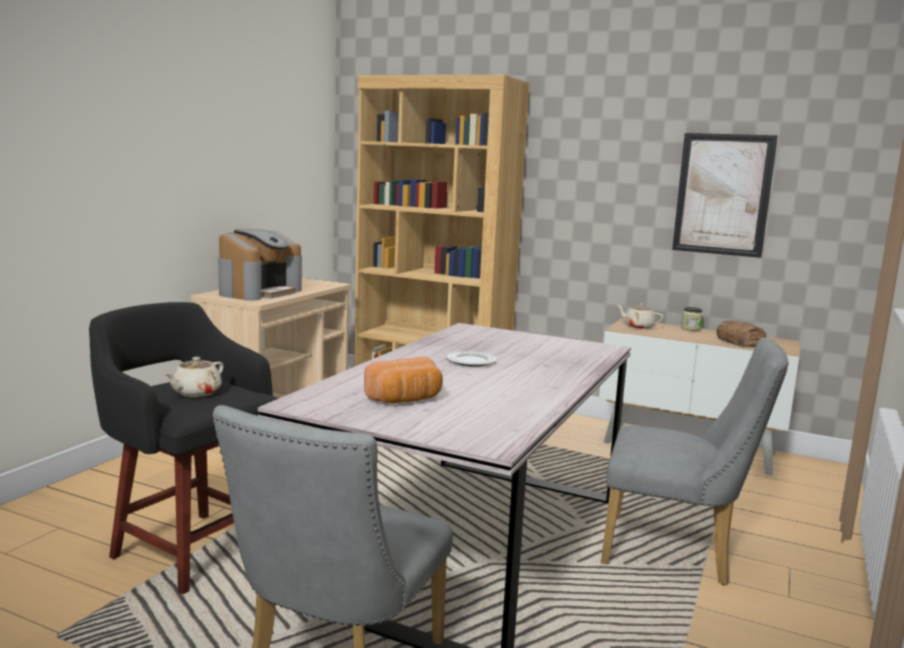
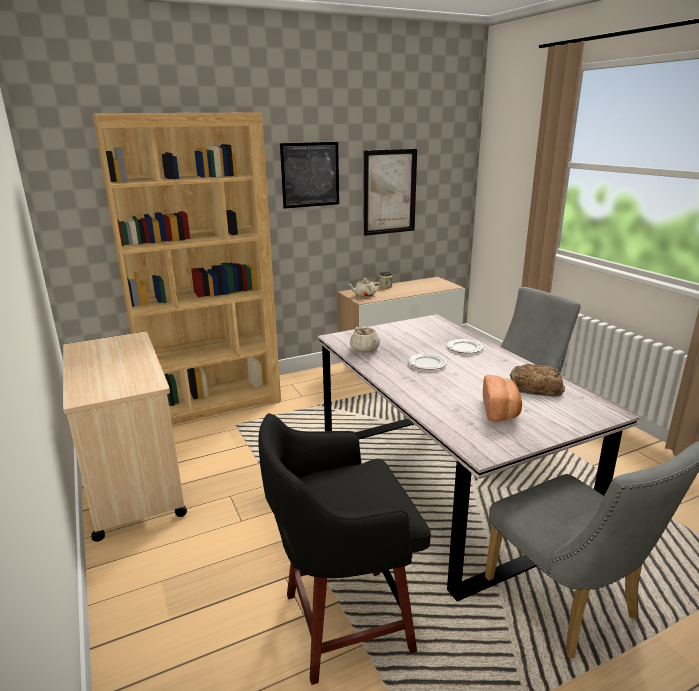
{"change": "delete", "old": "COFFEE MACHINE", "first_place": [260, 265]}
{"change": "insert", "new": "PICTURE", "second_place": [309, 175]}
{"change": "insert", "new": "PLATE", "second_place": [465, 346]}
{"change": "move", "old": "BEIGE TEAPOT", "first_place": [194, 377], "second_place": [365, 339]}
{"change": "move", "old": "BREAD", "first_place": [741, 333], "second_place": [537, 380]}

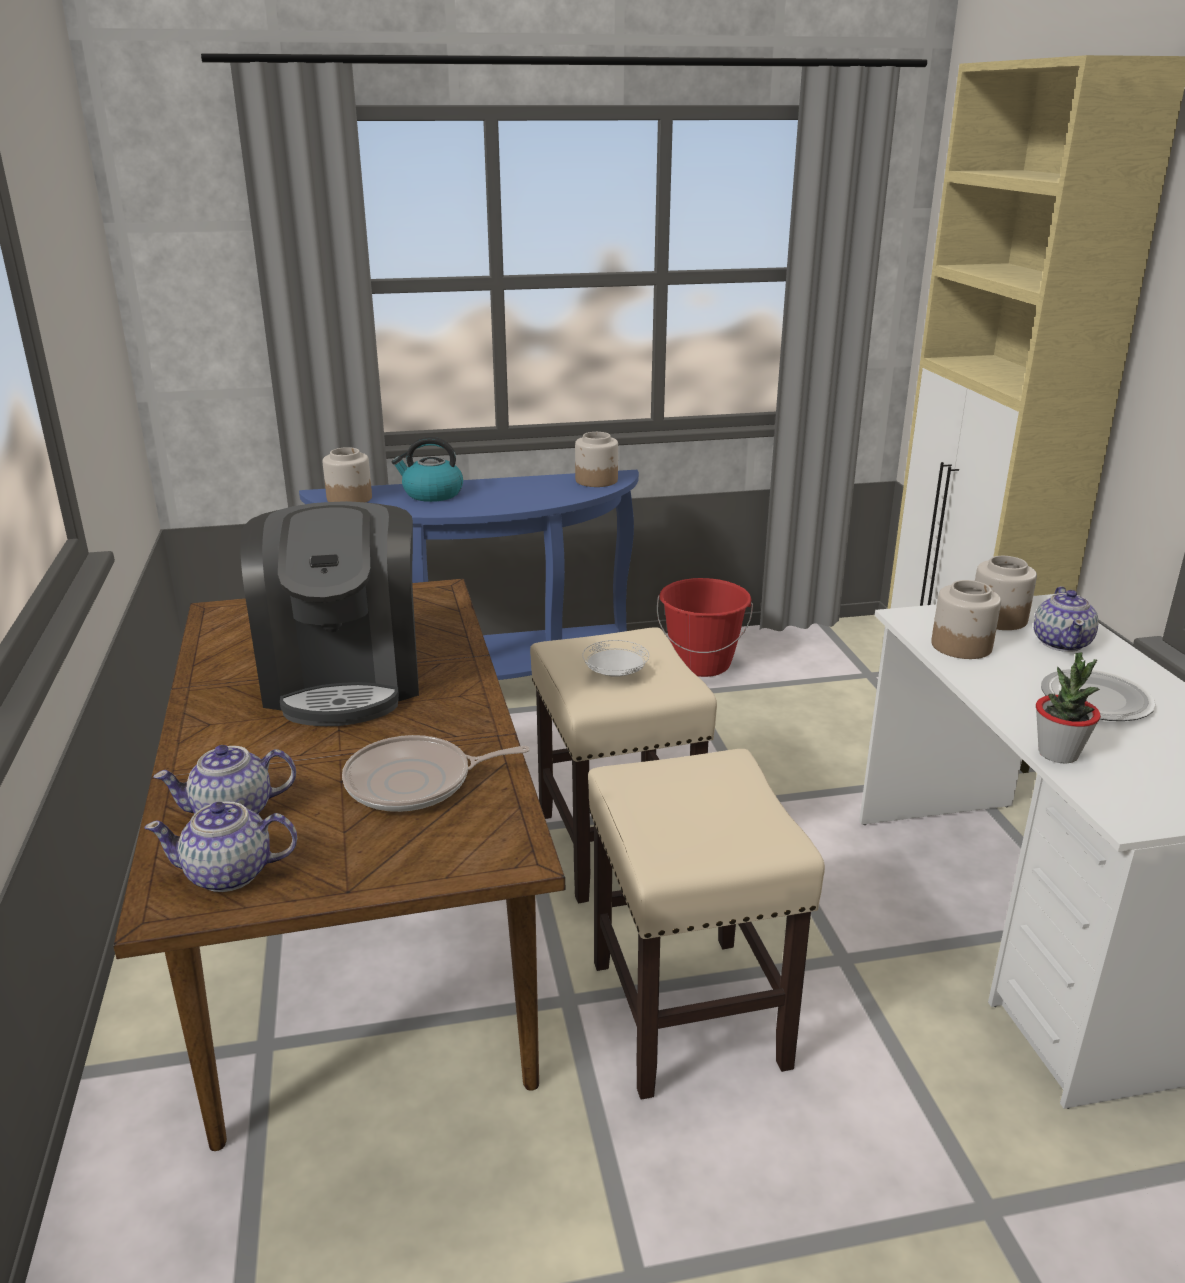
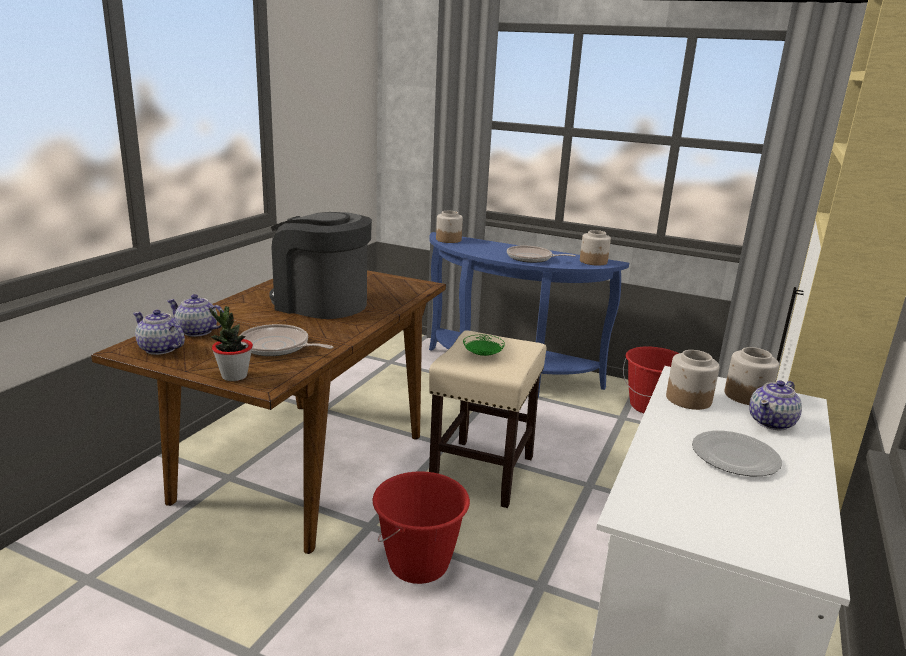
{"change": "delete", "old": "KETTLE", "first_place": [427, 469]}
{"change": "insert", "new": "FRYING PAN", "second_place": [541, 254]}
{"change": "move", "old": "POTTED PLANT", "first_place": [1068, 708], "second_place": [231, 343]}
{"change": "replace", "old": "BEIGE STOOL", "new": "RED BUCKET", "first_place": [706, 924], "second_place": [421, 527]}
{"change": "recolor", "old": "WHITE PLATE", "new": "GREEN PLATE", "first_place": [615, 658], "second_place": [484, 345]}
{"change": "rotate", "old": "COFFEE MACHINE", "first_place": [329, 613], "second_place": [320, 265], "degrees": 90}

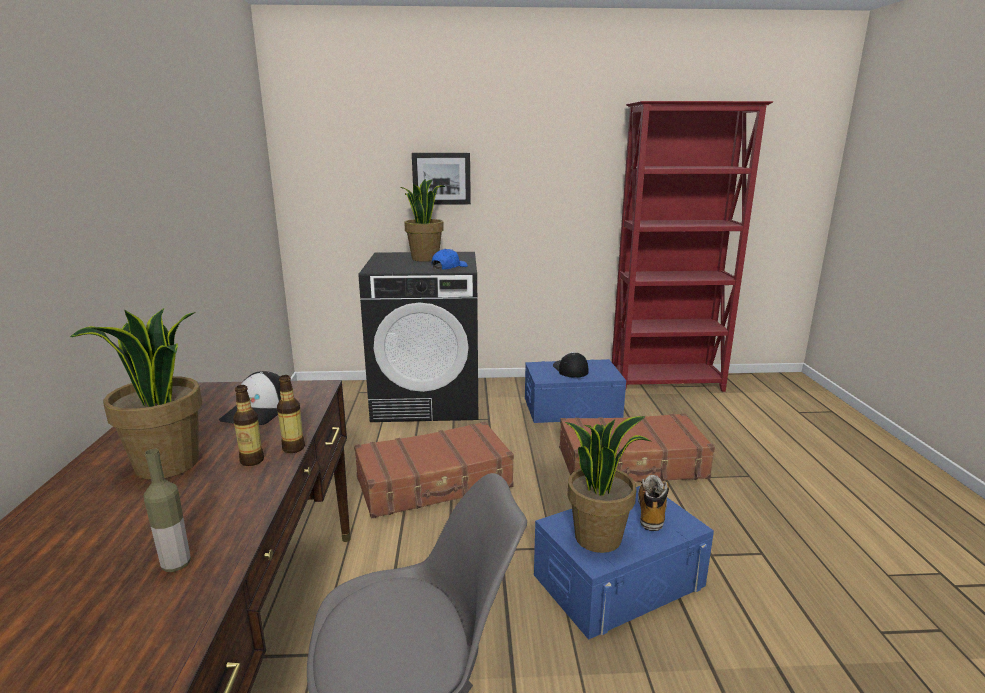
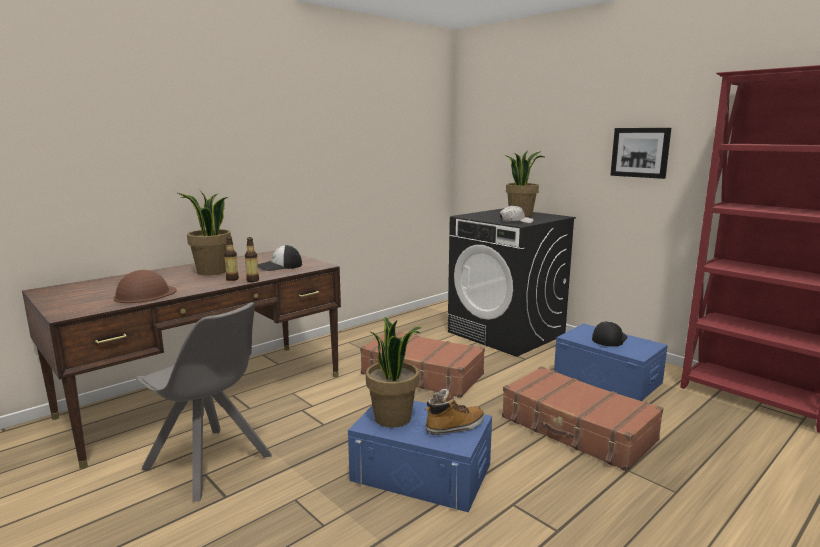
{"change": "move", "old": "PICTURE", "first_place": [441, 179], "second_place": [640, 153]}
{"change": "replace", "old": "BOTTLE", "new": "BROWN HARD HAT", "first_place": [167, 510], "second_place": [145, 286]}
{"change": "recolor", "old": "BLUE CAP", "new": "WHITE CAP", "first_place": [450, 259], "second_place": [516, 214]}

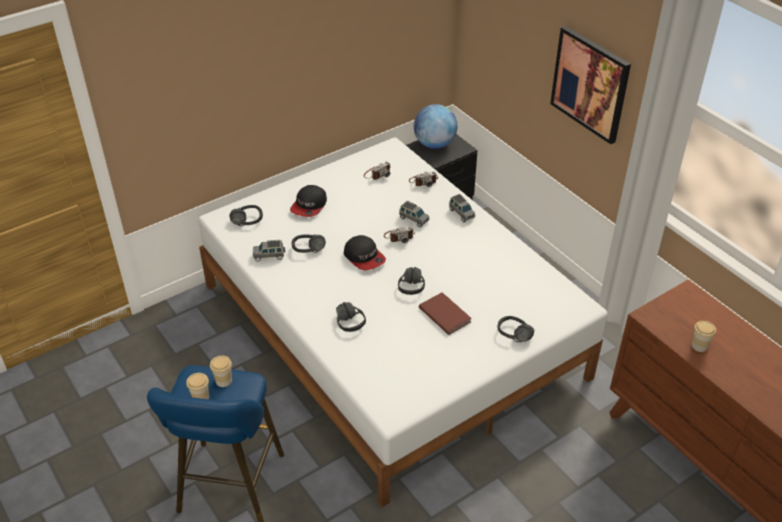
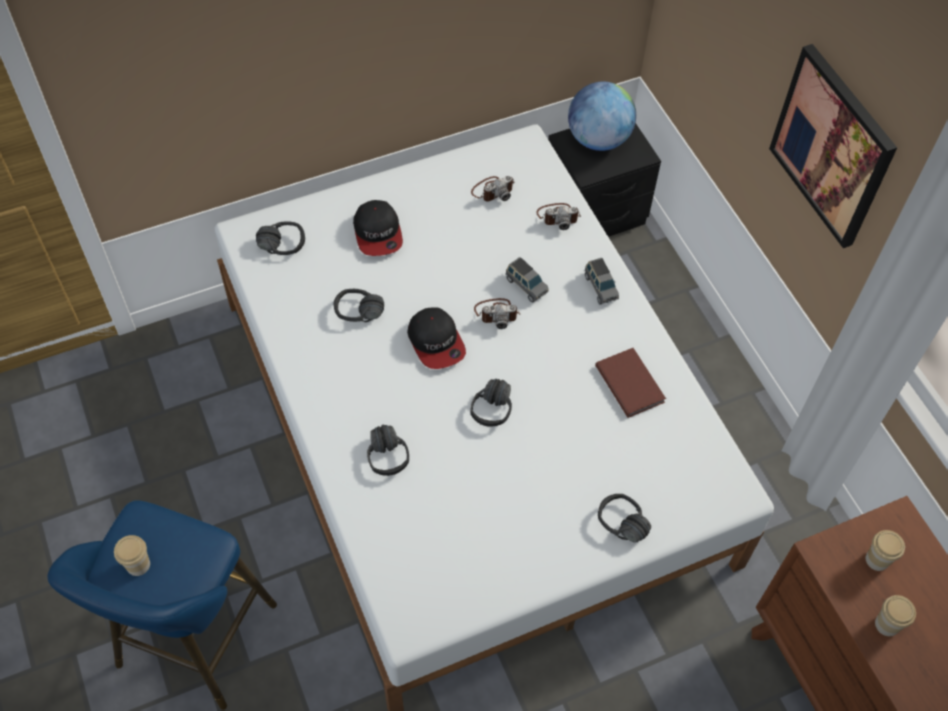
{"change": "delete", "old": "GREY TOY CAR", "first_place": [269, 251]}
{"change": "move", "old": "CUP", "first_place": [221, 371], "second_place": [885, 550]}
{"change": "move", "old": "BROWN BOOK", "first_place": [445, 313], "second_place": [630, 383]}
{"change": "rotate", "old": "CAP", "first_place": [308, 201], "second_place": [378, 228], "degrees": -45}

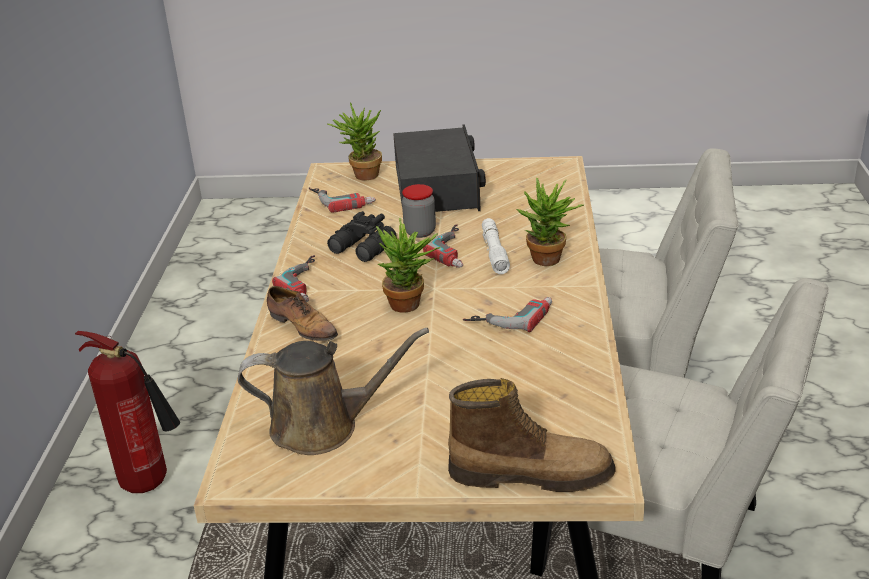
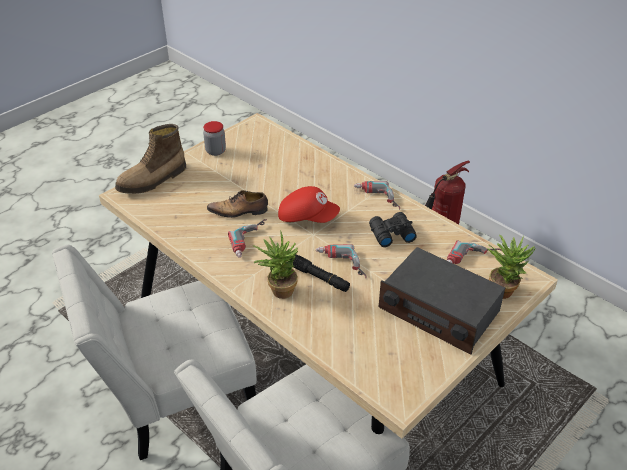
{"change": "delete", "old": "BROWN WATERING CAN", "first_place": [333, 391]}
{"change": "move", "old": "SHOE", "first_place": [302, 313], "second_place": [237, 204]}
{"change": "move", "old": "JAR", "first_place": [419, 211], "second_place": [214, 138]}
{"change": "replace", "old": "POTTED PLANT", "new": "RED CAP", "first_place": [408, 265], "second_place": [309, 204]}
{"change": "recolor", "old": "WHITE FLASHLIGHT", "new": "BLACK FLASHLIGHT", "first_place": [496, 246], "second_place": [319, 273]}

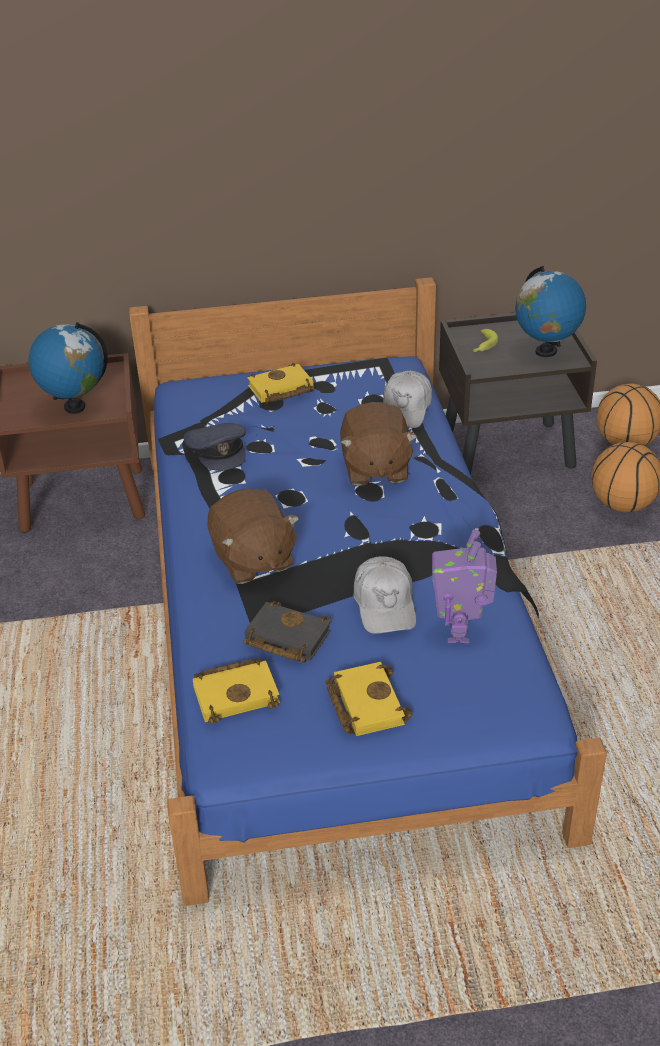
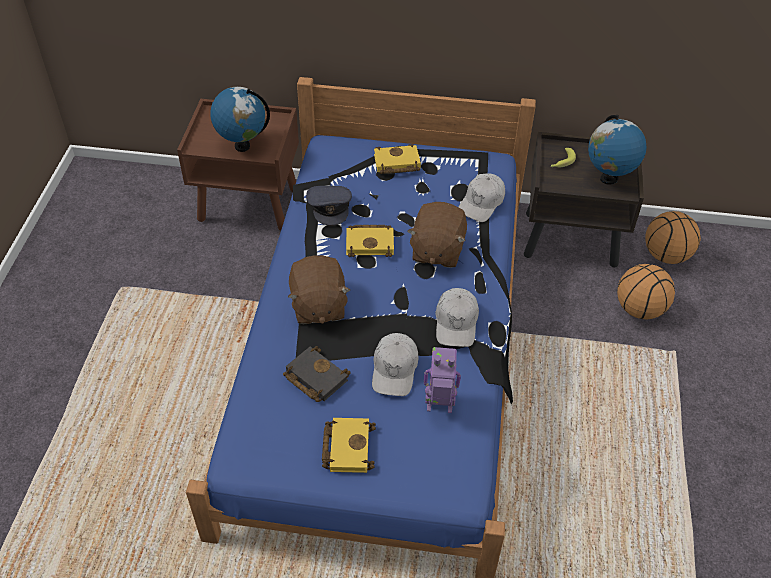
{"change": "insert", "new": "WHITE CAP", "second_place": [457, 317]}
{"change": "move", "old": "YELLOW BOOK", "first_place": [236, 691], "second_place": [370, 241]}
{"change": "rotate", "old": "TOY ROBOT", "first_place": [464, 586], "second_place": [442, 380], "degrees": 75}

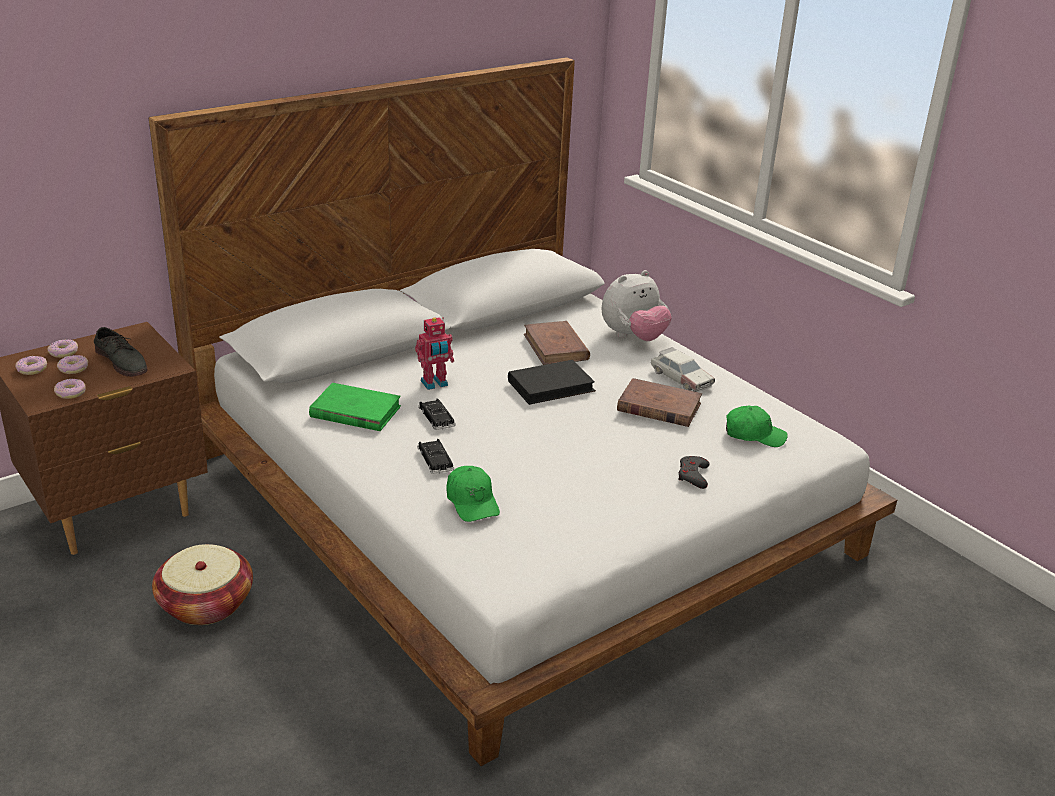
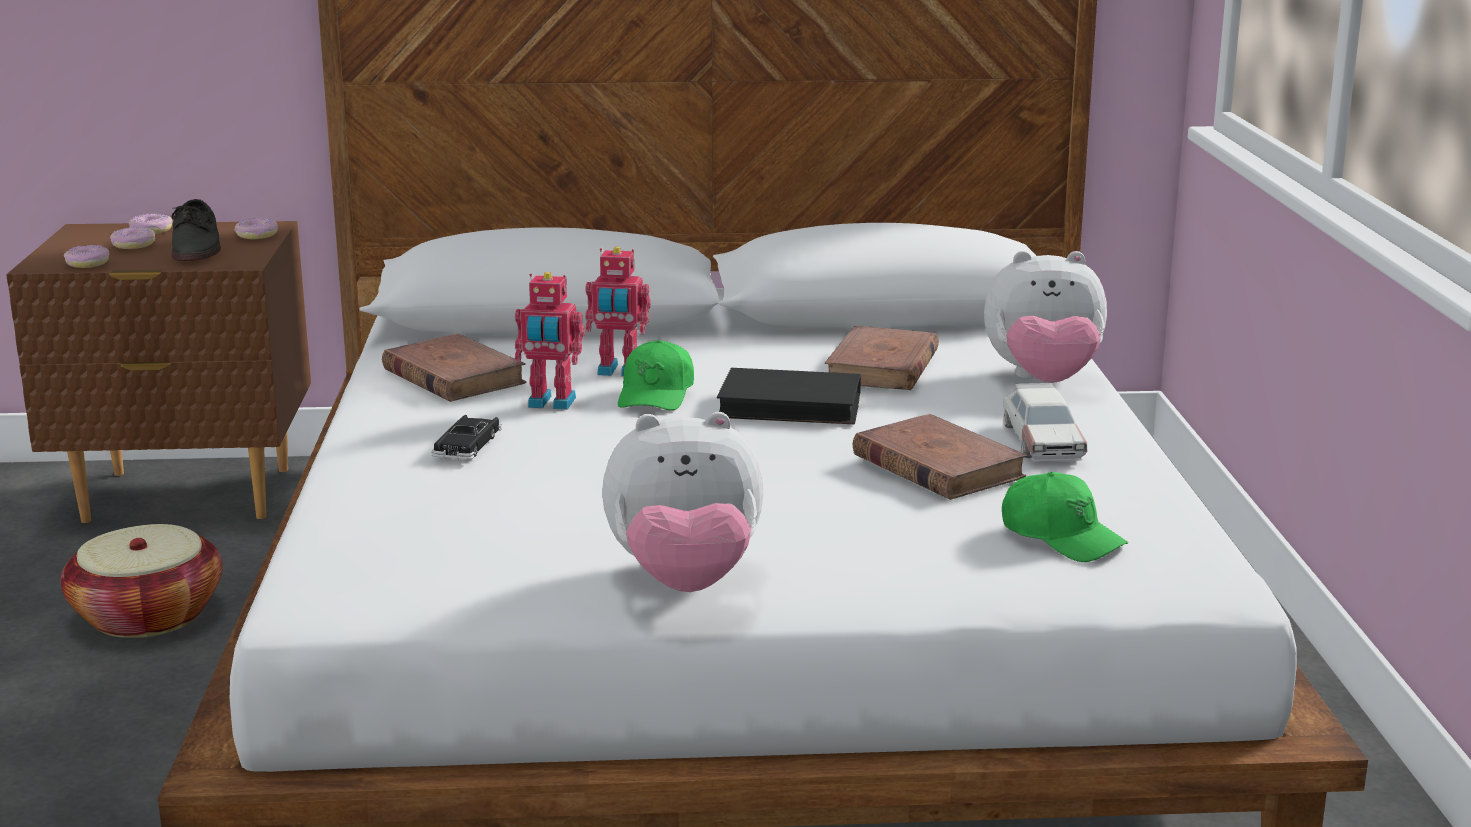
{"change": "delete", "old": "GREY GAME CONTROLLER", "first_place": [694, 472]}
{"change": "insert", "new": "PLUSH TOY", "second_place": [683, 502]}
{"change": "move", "old": "DONUT", "first_place": [31, 365], "second_place": [256, 228]}
{"change": "move", "old": "GREEN CAP", "first_place": [473, 494], "second_place": [656, 375]}
{"change": "replace", "old": "BLACK TOY CAR", "new": "TOY ROBOT", "first_place": [437, 414], "second_place": [550, 341]}
{"change": "recolor", "old": "GREEN BOOK", "new": "BROWN BOOK", "first_place": [355, 407], "second_place": [454, 368]}

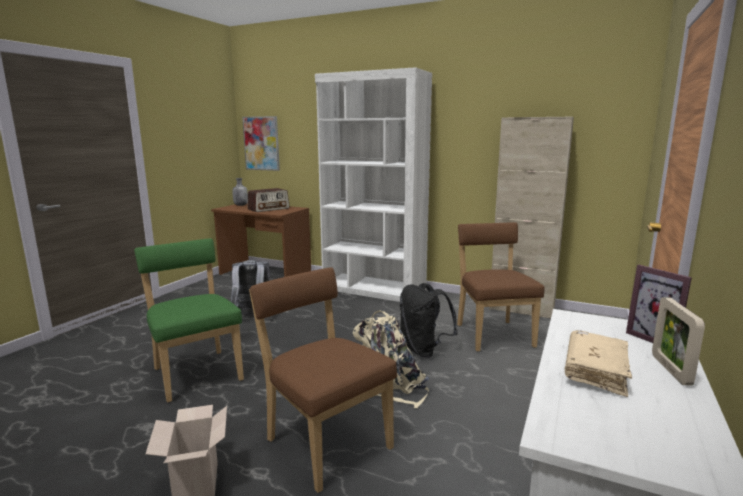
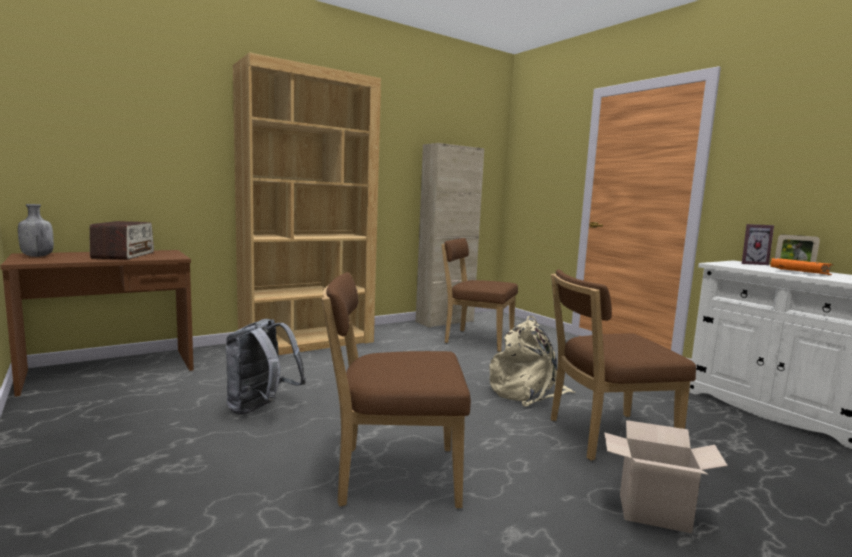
{"change": "delete", "old": "PICTURE", "first_place": [261, 143]}
{"change": "delete", "old": "BLACK BACKPACK", "first_place": [429, 320]}
{"change": "recolor", "old": "GREEN CHAIR", "new": "BROWN CHAIR", "first_place": [189, 320], "second_place": [396, 390]}
{"change": "recolor", "old": "WHITE BOOKCASE", "new": "BROWN BOOKCASE", "first_place": [373, 184], "second_place": [307, 203]}
{"change": "recolor", "old": "BEIGE BOOK", "new": "ORANGE BOOK", "first_place": [598, 363], "second_place": [802, 266]}

